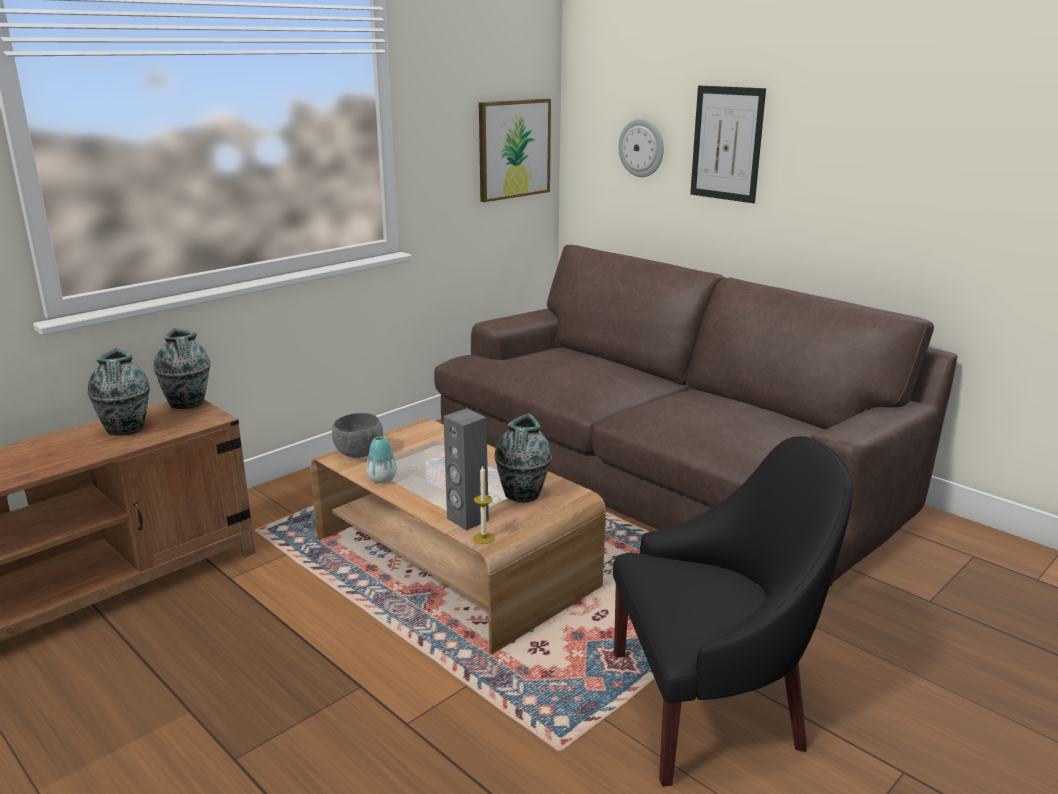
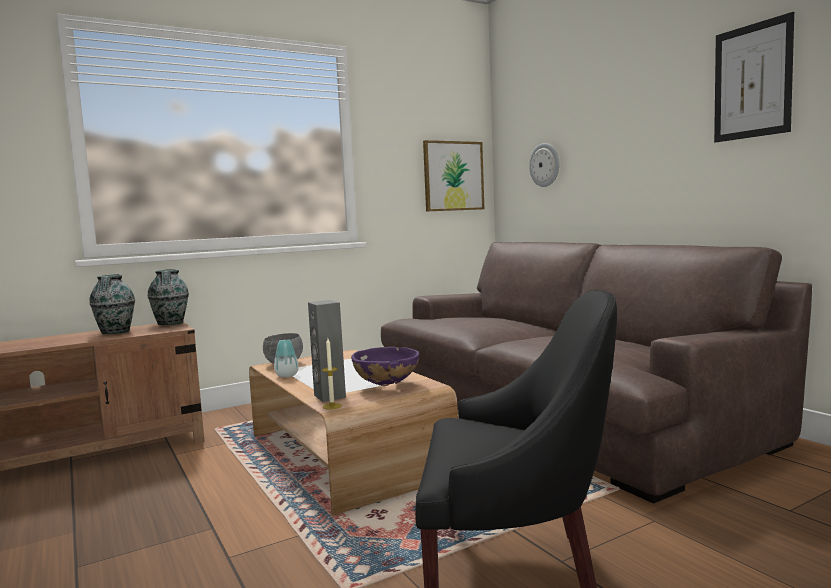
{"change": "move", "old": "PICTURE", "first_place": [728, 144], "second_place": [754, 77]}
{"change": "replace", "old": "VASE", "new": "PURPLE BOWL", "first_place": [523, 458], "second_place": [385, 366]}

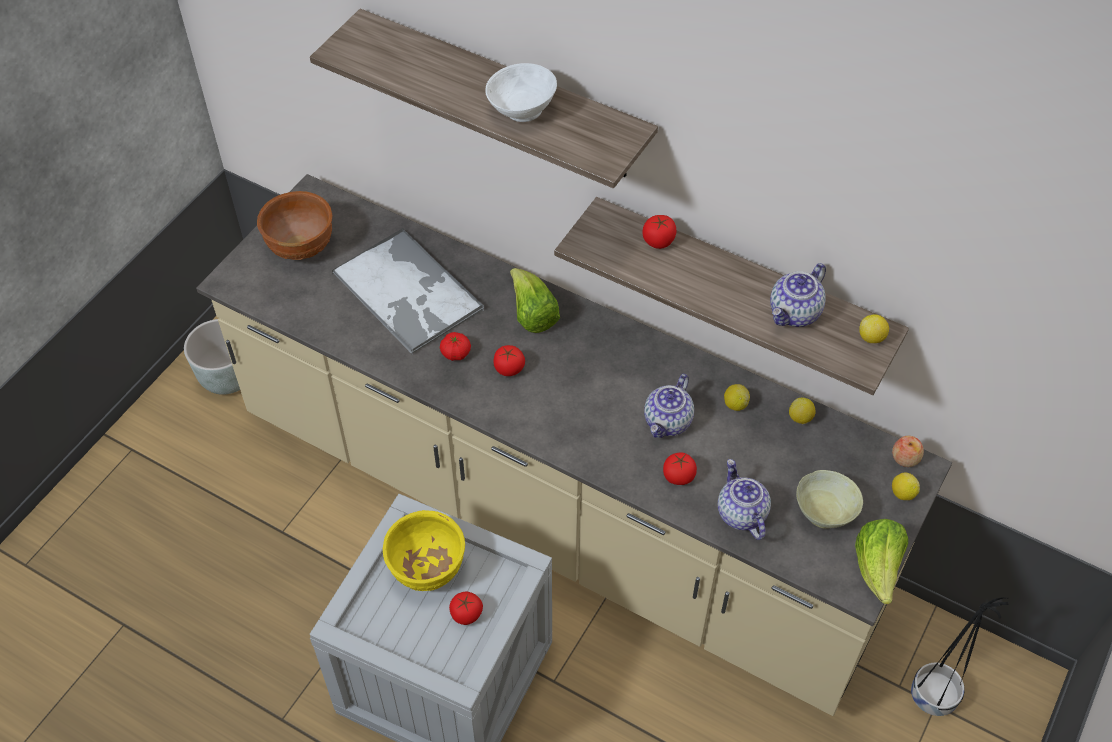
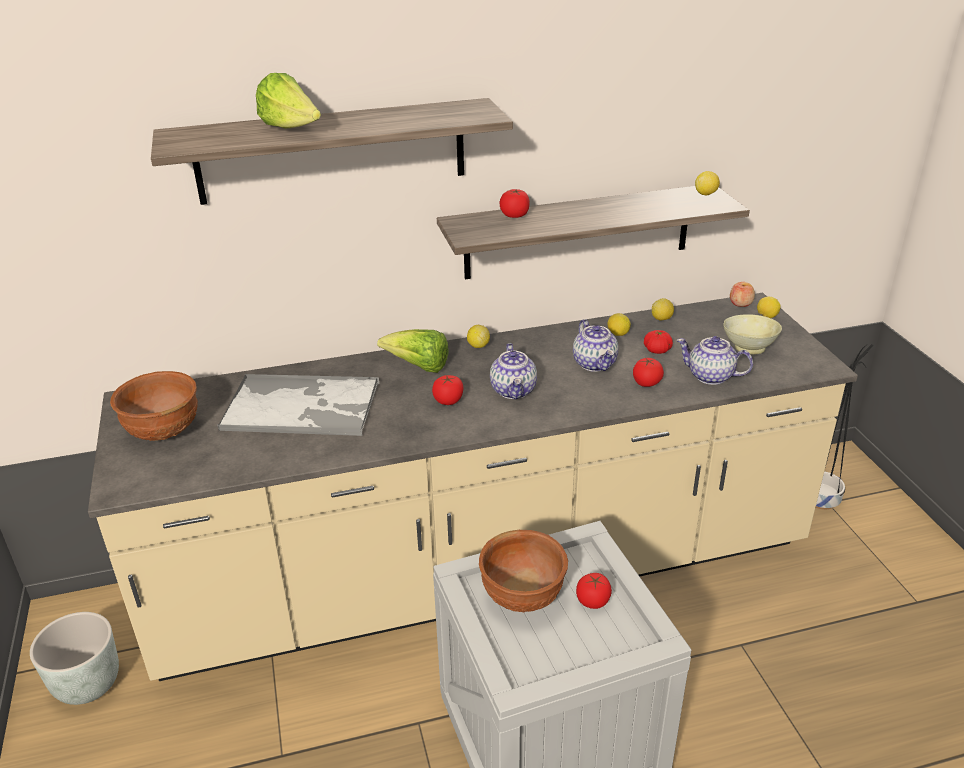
{"change": "delete", "old": "WHITE BOWL", "first_place": [521, 92]}
{"change": "insert", "new": "LEMON", "second_place": [478, 336]}
{"change": "move", "old": "TOMATO", "first_place": [455, 346], "second_place": [658, 342]}
{"change": "move", "old": "TEAPOT", "first_place": [798, 295], "second_place": [513, 371]}
{"change": "move", "old": "LETTUCE", "first_place": [881, 561], "second_place": [288, 101]}
{"change": "recolor", "old": "YELLOW BOWL", "new": "BROWN BOWL", "first_place": [424, 550], "second_place": [523, 571]}

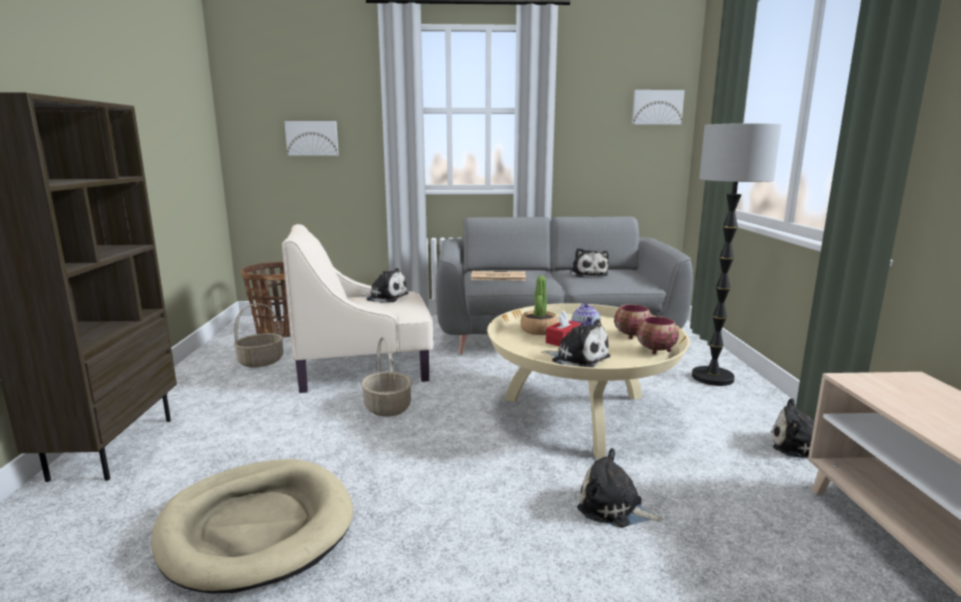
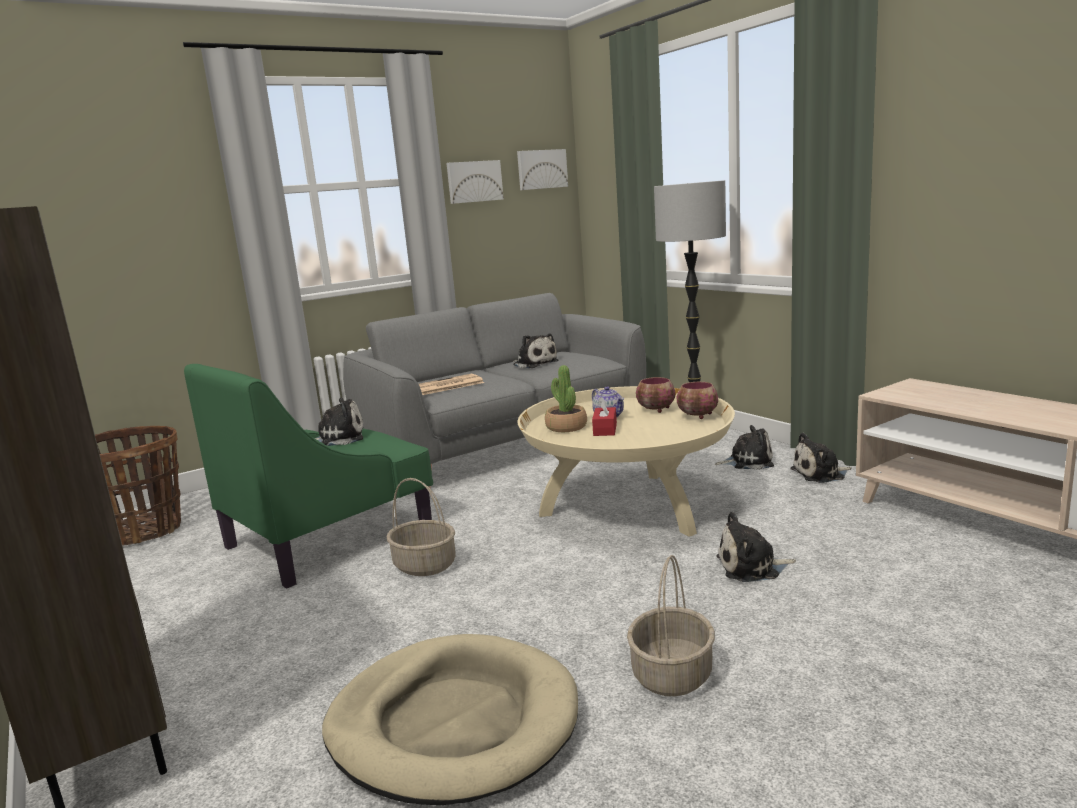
{"change": "move", "old": "BASKET", "first_place": [258, 335], "second_place": [671, 625]}
{"change": "move", "old": "PICTURE", "first_place": [312, 138], "second_place": [475, 182]}
{"change": "move", "old": "PLUSH TOY", "first_place": [575, 343], "second_place": [744, 447]}
{"change": "recolor", "old": "BEIGE ARMCHAIR", "new": "GREEN ARMCHAIR", "first_place": [358, 308], "second_place": [308, 476]}

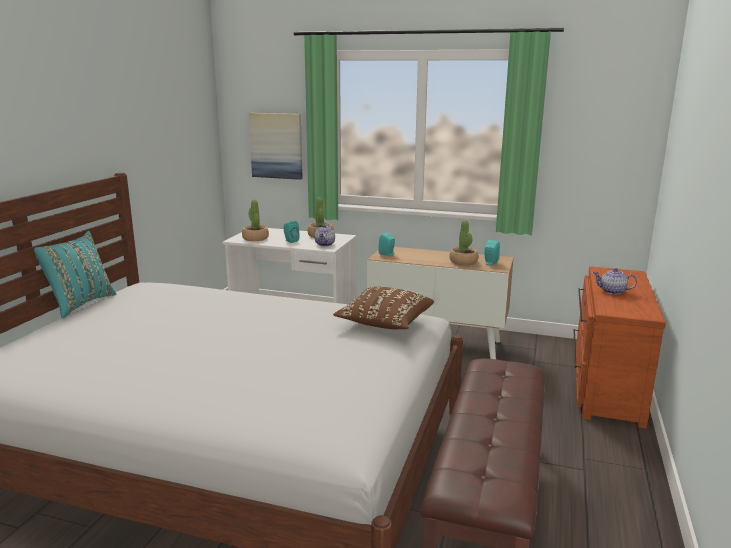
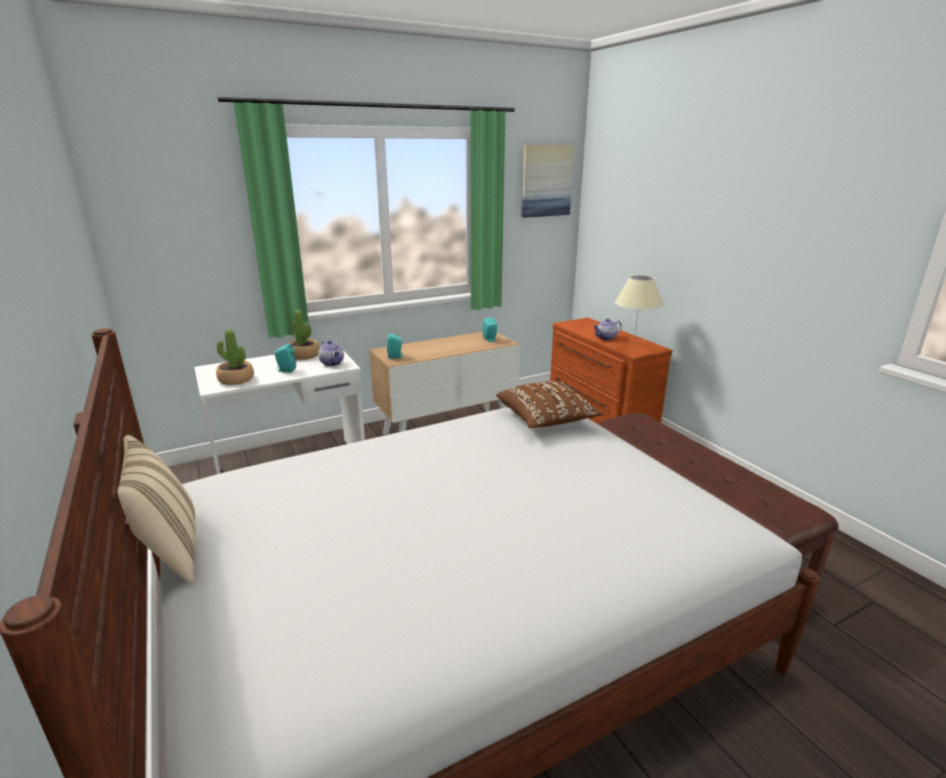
{"change": "delete", "old": "POTTED PLANT", "first_place": [464, 242]}
{"change": "insert", "new": "BEIGE TABLE LAMP", "second_place": [639, 312]}
{"change": "move", "old": "PICTURE", "first_place": [276, 146], "second_place": [547, 181]}
{"change": "recolor", "old": "TURQUOISE PILLOW", "new": "BEIGE PILLOW", "first_place": [75, 274], "second_place": [156, 509]}

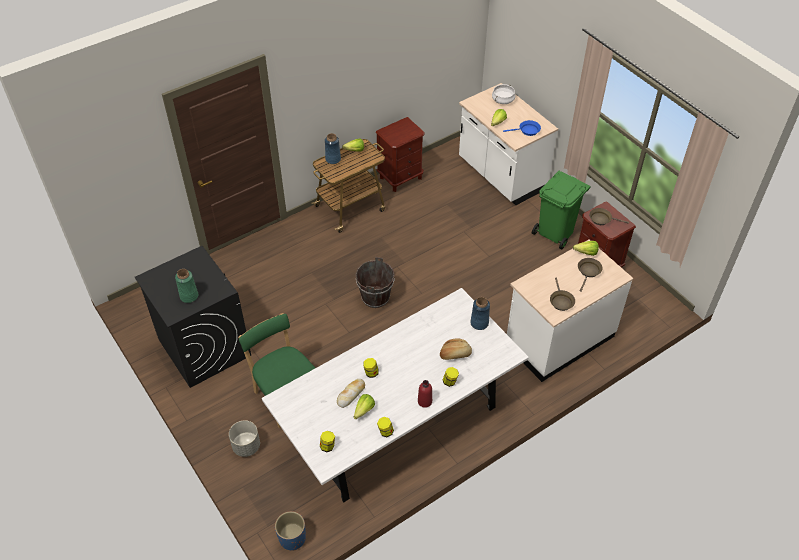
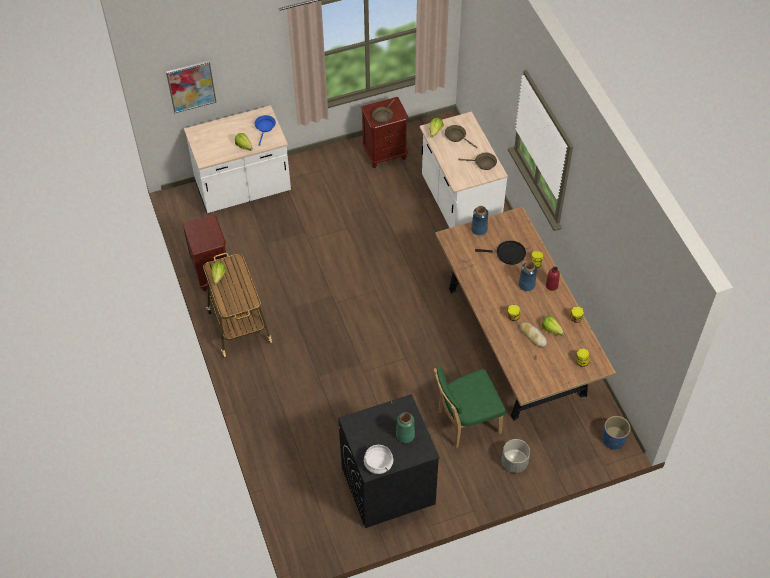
{"change": "delete", "old": "BROWN BUCKET", "first_place": [375, 282]}
{"change": "delete", "old": "GREEN TRASH CAN", "first_place": [561, 210]}
{"change": "insert", "new": "PICTURE", "second_place": [191, 87]}
{"change": "move", "old": "BLUE VASE", "first_place": [333, 148], "second_place": [527, 276]}
{"change": "move", "old": "WHITE COOKING POT", "first_place": [503, 94], "second_place": [378, 459]}
{"change": "replace", "old": "BREAD", "new": "BLACK FRYING PAN", "first_place": [456, 349], "second_place": [500, 252]}
{"change": "recolor", "old": "WHITE DINING TABLE", "new": "BROWN DINING TABLE", "first_place": [395, 395], "second_place": [525, 314]}

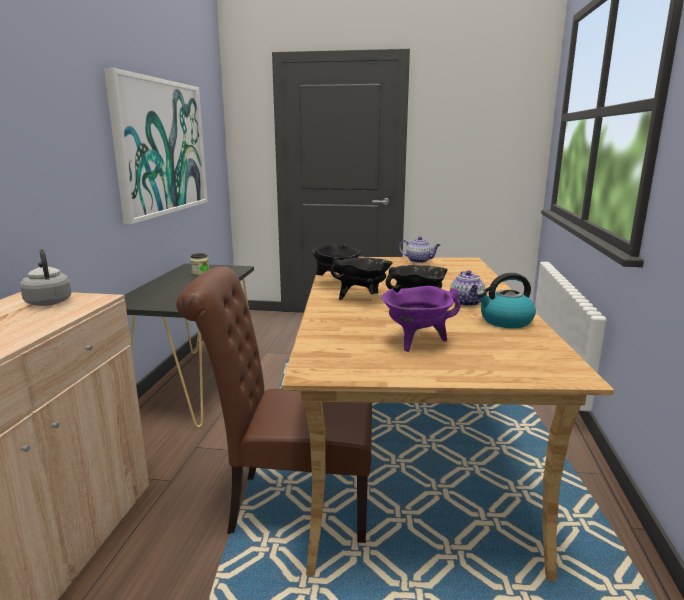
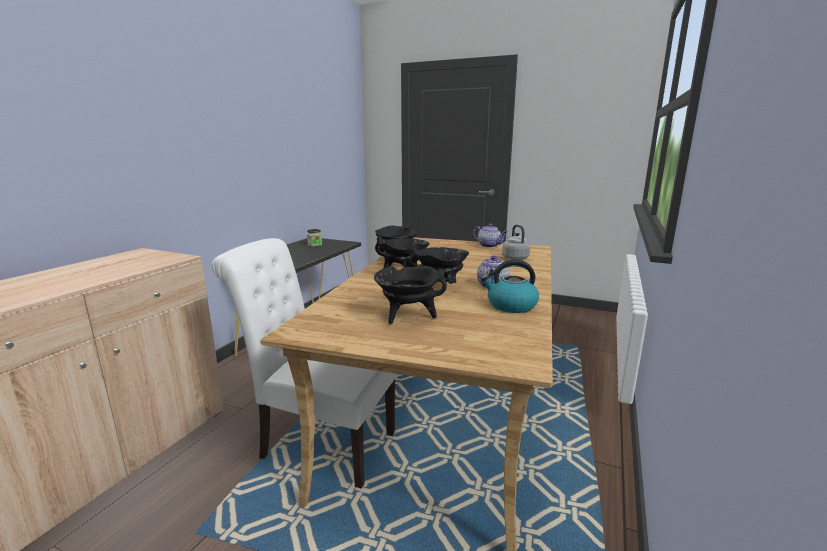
{"change": "delete", "old": "PICTURE", "first_place": [156, 146]}
{"change": "move", "old": "GREY KETTLE", "first_place": [46, 277], "second_place": [516, 242]}
{"change": "recolor", "old": "BROWN CHAIR", "new": "WHITE CHAIR", "first_place": [274, 404], "second_place": [304, 363]}
{"change": "recolor", "old": "PURPLE COOKING POT", "new": "BLACK COOKING POT", "first_place": [421, 319], "second_place": [410, 295]}

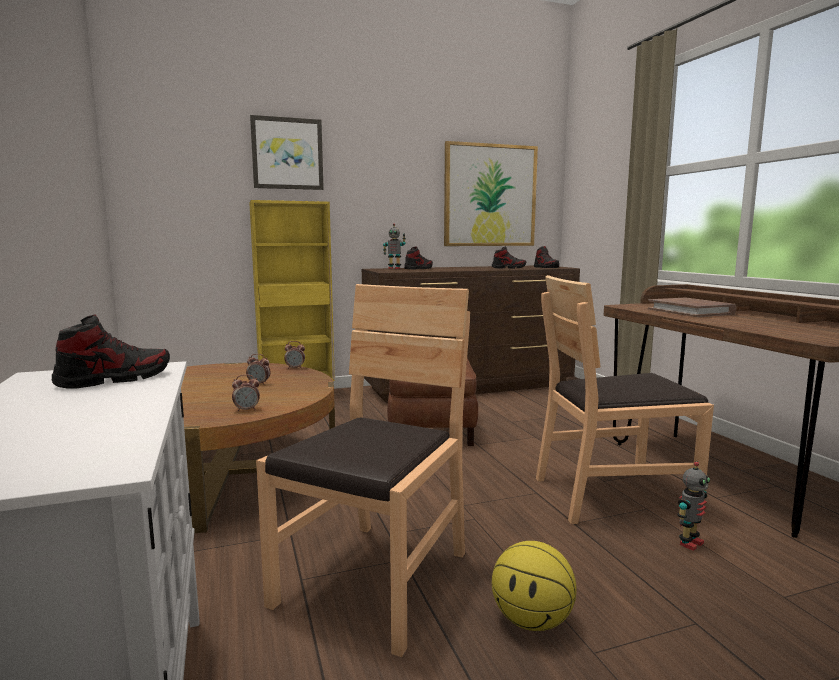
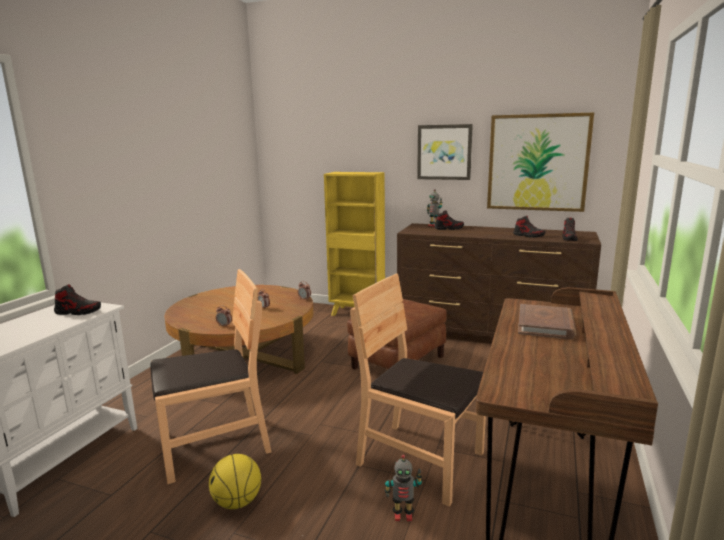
{"change": "move", "old": "PICTURE", "first_place": [287, 152], "second_place": [445, 152]}

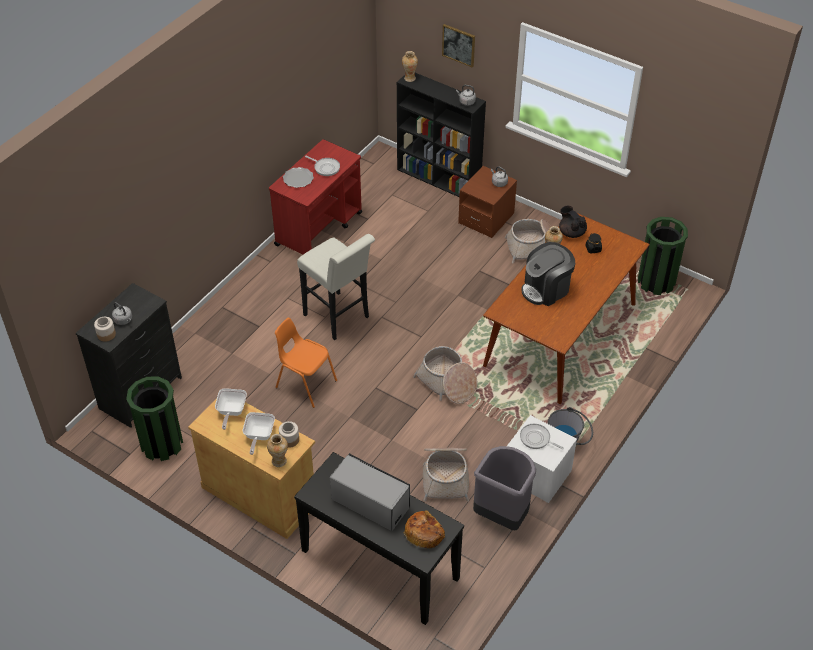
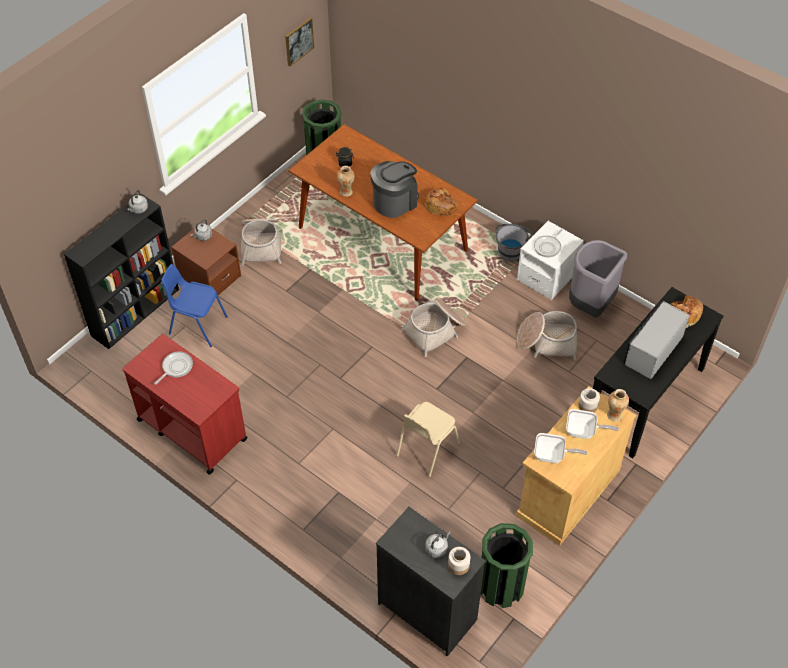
{"change": "delete", "old": "PLATE", "first_place": [298, 177]}
{"change": "delete", "old": "WHITE STOOL", "first_place": [336, 287]}
{"change": "delete", "old": "VASE", "first_place": [410, 66]}
{"change": "delete", "old": "BLACK TEAPOT", "first_place": [573, 222]}
{"change": "insert", "new": "BLUE CHAIR", "second_place": [194, 305]}
{"change": "insert", "new": "BREAD", "second_place": [441, 201]}
{"change": "move", "old": "PICTURE", "first_place": [458, 45], "second_place": [299, 41]}
{"change": "recolor", "old": "ORANGE CHAIR", "new": "BEIGE CHAIR", "first_place": [306, 363], "second_place": [428, 439]}
{"change": "rotate", "old": "COFFEE MACHINE", "first_place": [548, 274], "second_place": [394, 189], "degrees": -105}

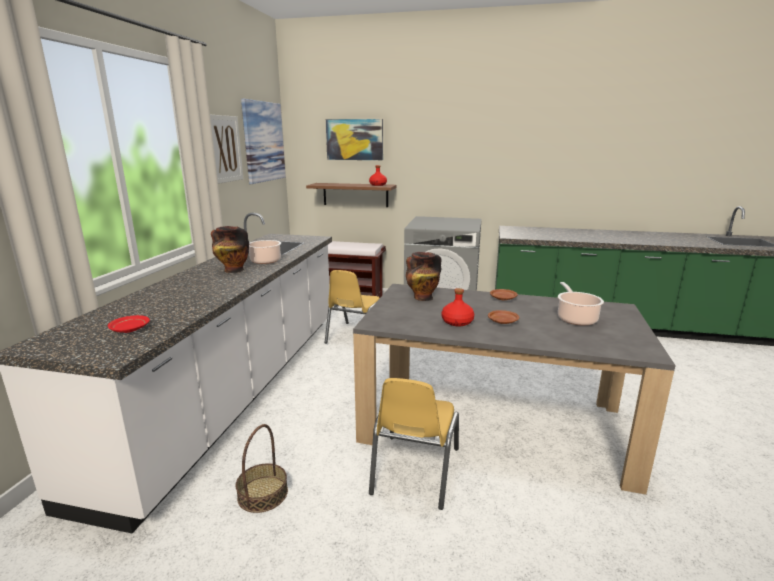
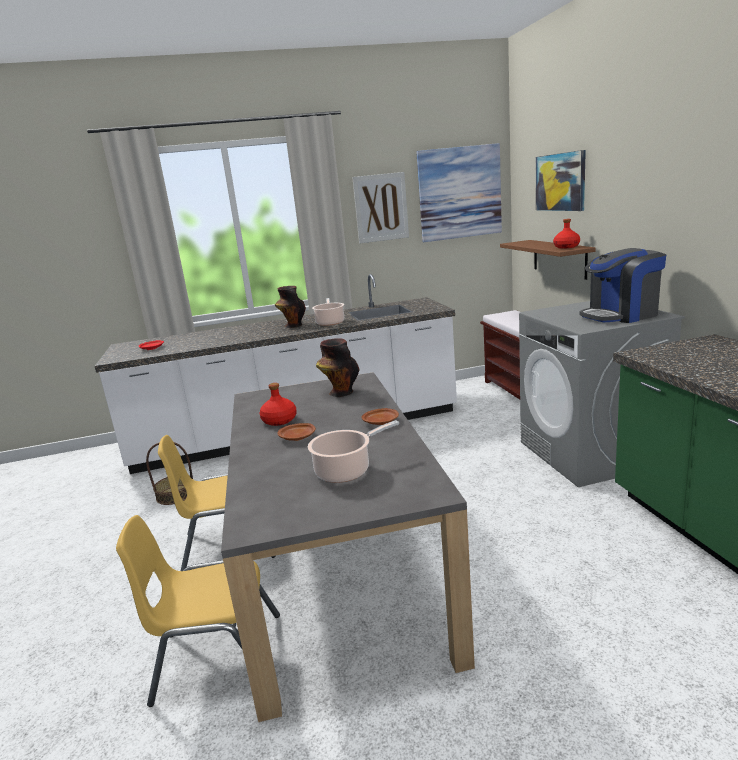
{"change": "insert", "new": "COFFEE MACHINE", "second_place": [622, 285]}
{"change": "move", "old": "YELLOW CHAIR", "first_place": [352, 306], "second_place": [198, 611]}

